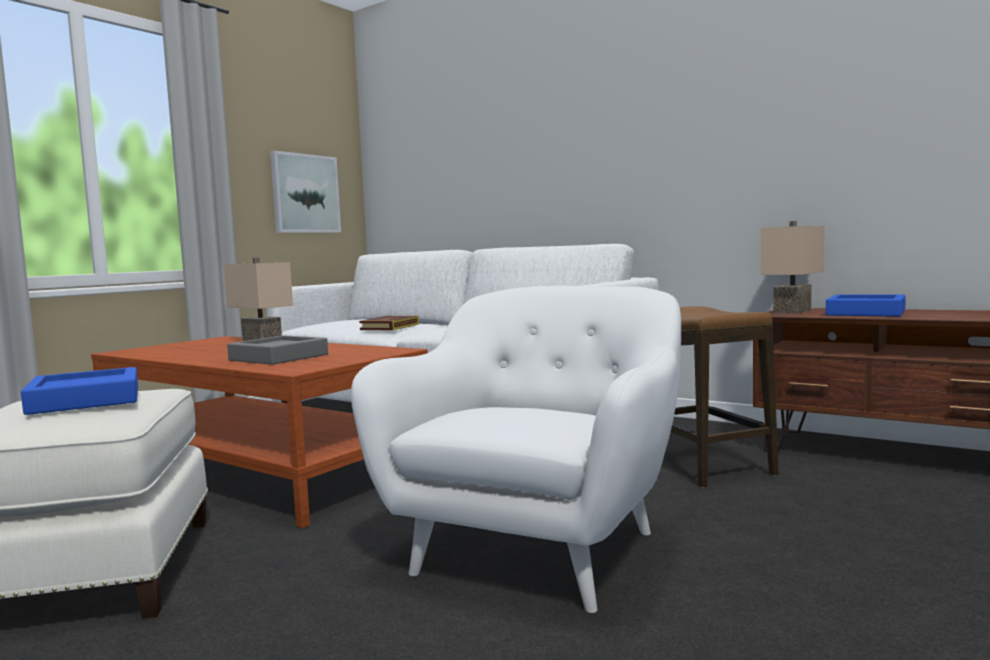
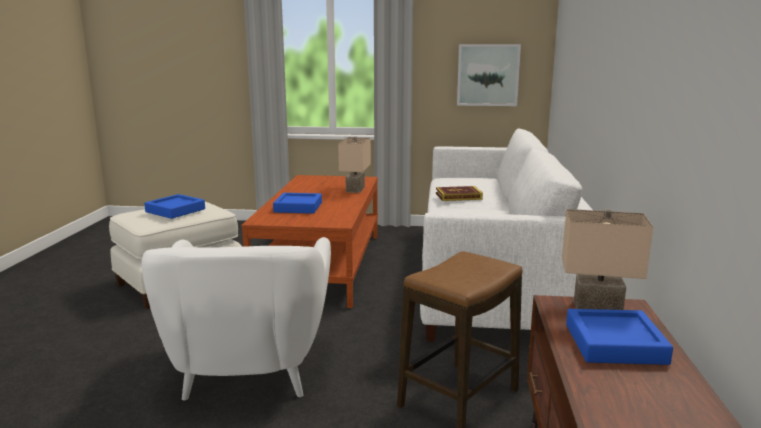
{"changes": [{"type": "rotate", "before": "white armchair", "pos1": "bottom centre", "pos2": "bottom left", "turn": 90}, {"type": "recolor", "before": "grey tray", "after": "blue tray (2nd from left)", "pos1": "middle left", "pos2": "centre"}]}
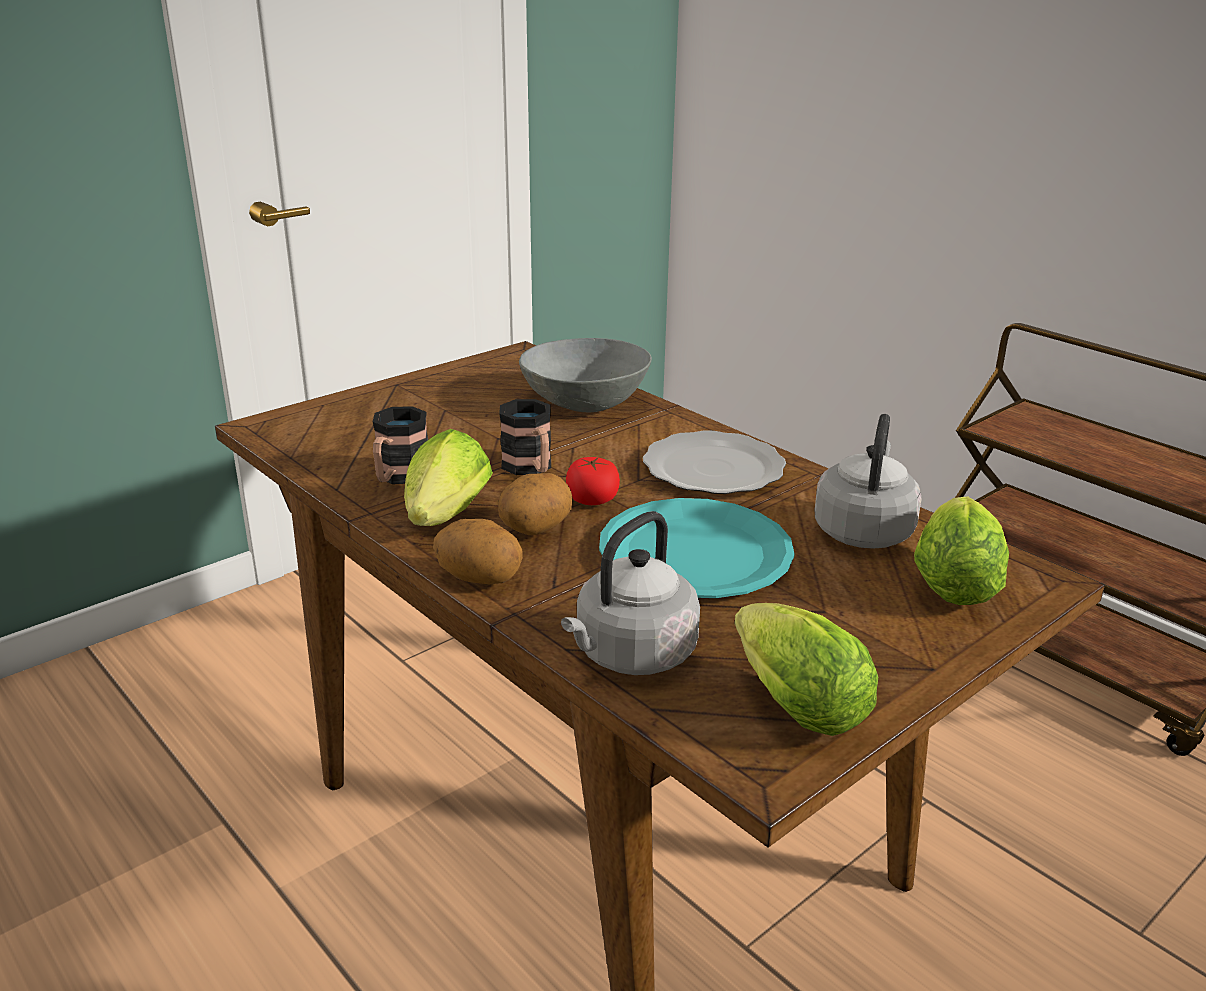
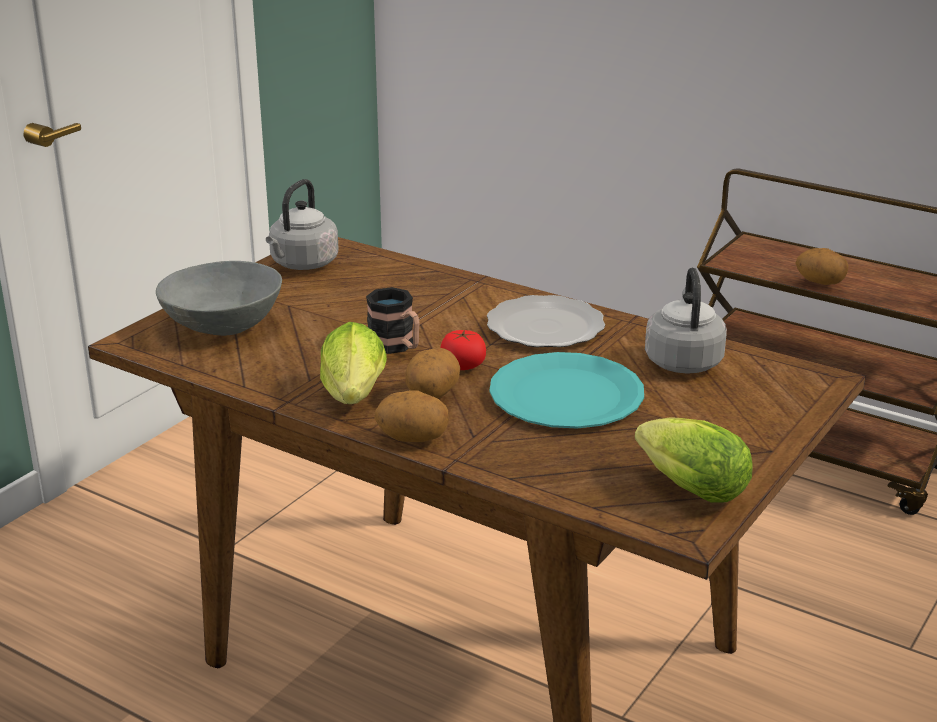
{"changes": [{"type": "move", "before": "grey bowl", "pos1": "centre", "pos2": "middle left"}, {"type": "move", "before": "grey kettle (1st from left)", "pos1": "centre", "pos2": "top left"}, {"type": "insert", "after": "potato (3rd from left)", "pos2": "middle right"}, {"type": "delete", "before": "mug (1st from left)", "pos1": "middle left"}, {"type": "delete", "before": "lettuce (3rd from left)", "pos1": "middle right"}]}
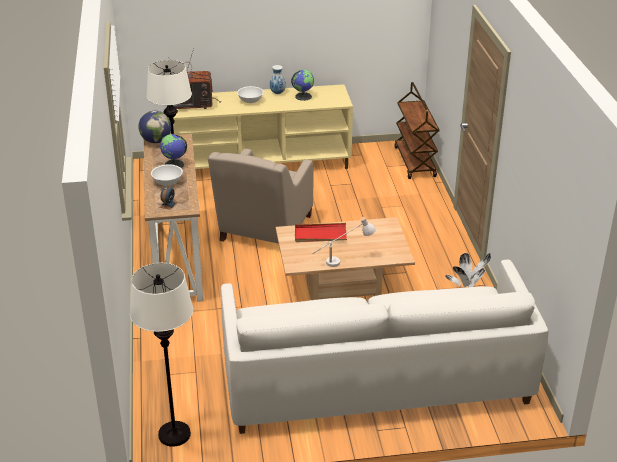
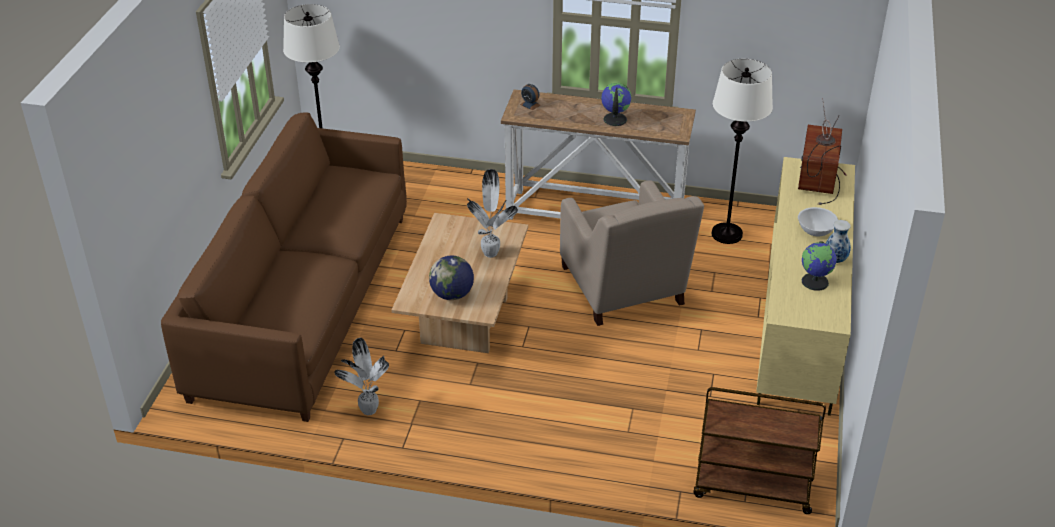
{"changes": [{"type": "recolor", "before": "white sofa", "after": "brown sofa", "pos1": "bottom centre", "pos2": "middle left"}, {"type": "move", "before": "globe (1st from left)", "pos1": "top left", "pos2": "centre"}, {"type": "replace", "before": "red tray", "after": "potted plant (2nd from left)", "pos1": "centre", "pos2": "centre"}, {"type": "rotate", "before": "beige armchair", "pos1": "centre", "pos2": "centre", "turn": -150}, {"type": "delete", "before": "white bowl (1st from left)", "pos1": "middle left"}, {"type": "delete", "before": "white table lamp", "pos1": "centre"}]}
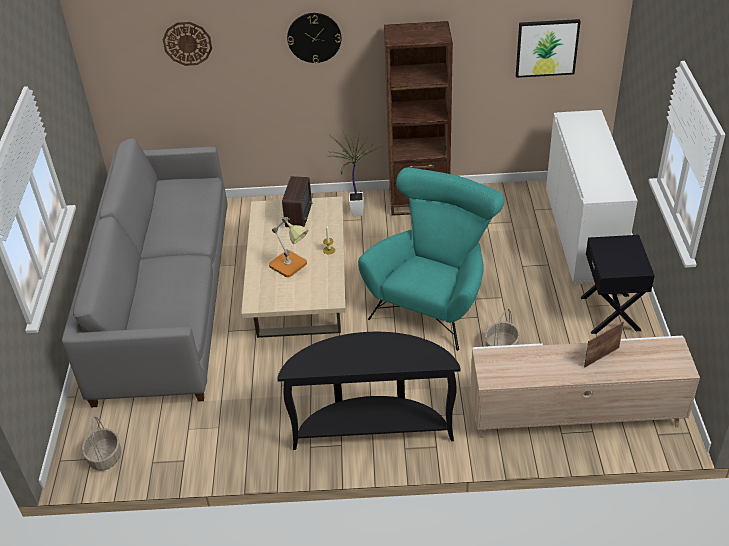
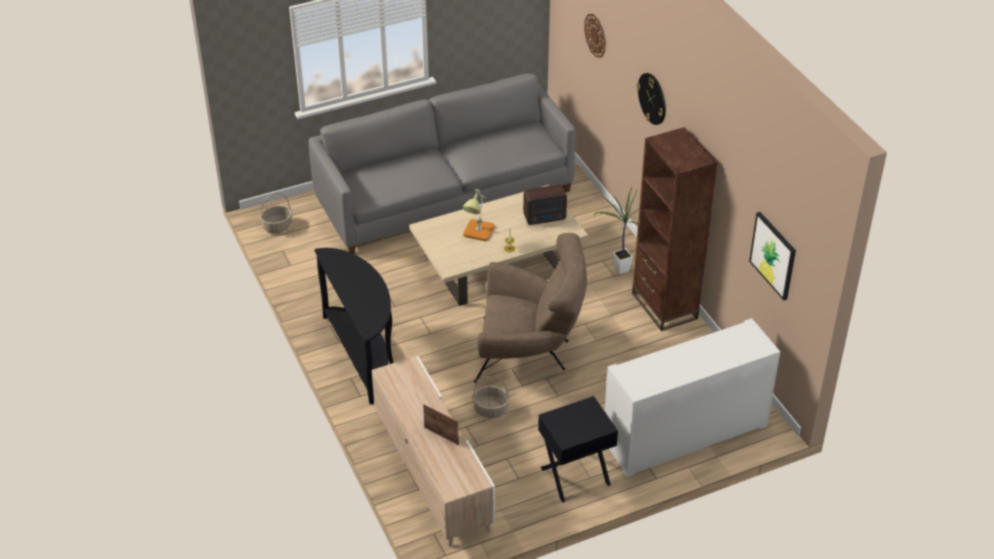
{"changes": [{"type": "recolor", "before": "turquoise armchair", "after": "brown armchair", "pos1": "centre", "pos2": "centre"}]}
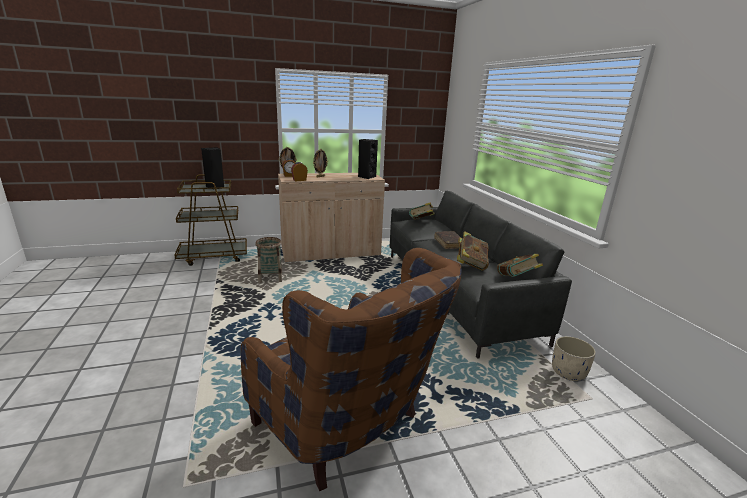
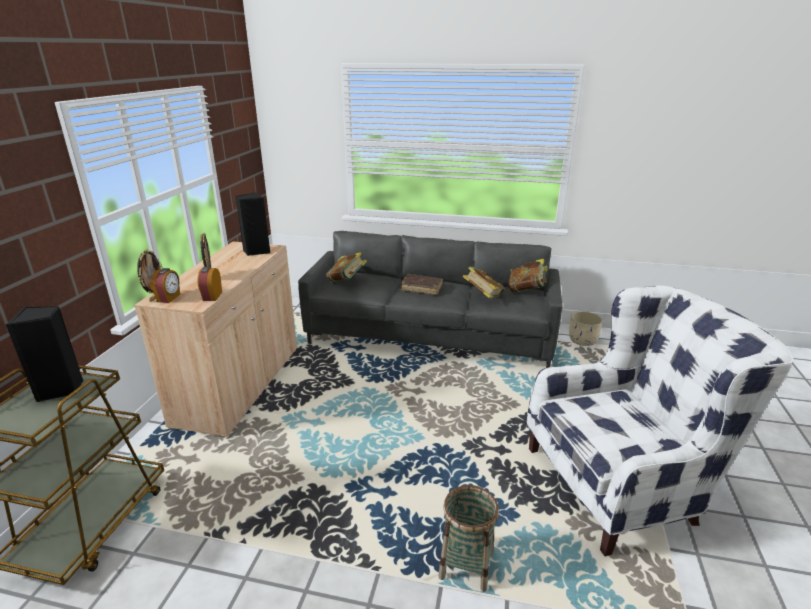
{"changes": [{"type": "move", "before": "basket", "pos1": "centre", "pos2": "bottom centre"}, {"type": "recolor", "before": "brown armchair", "after": "white armchair", "pos1": "bottom centre", "pos2": "bottom right"}]}
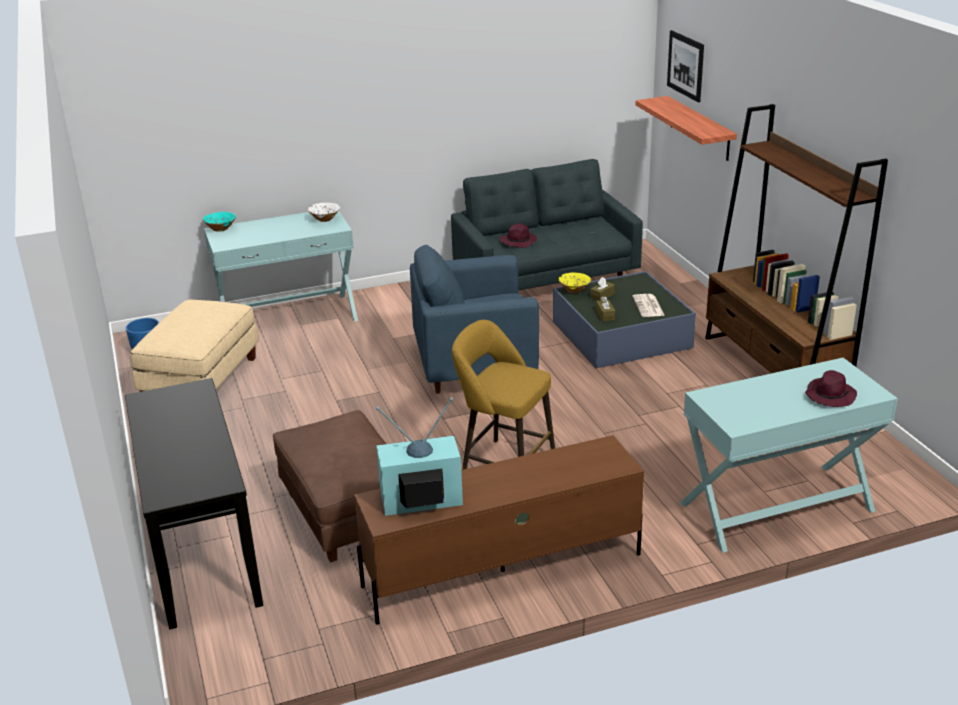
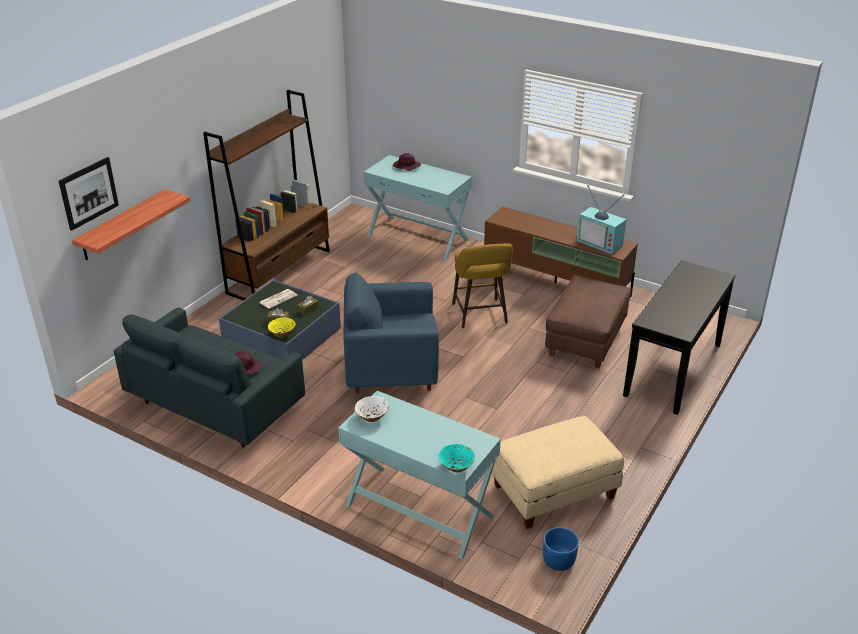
{"changes": [{"type": "rotate", "before": "blue armchair", "pos1": "centre", "pos2": "centre", "turn": 135}]}
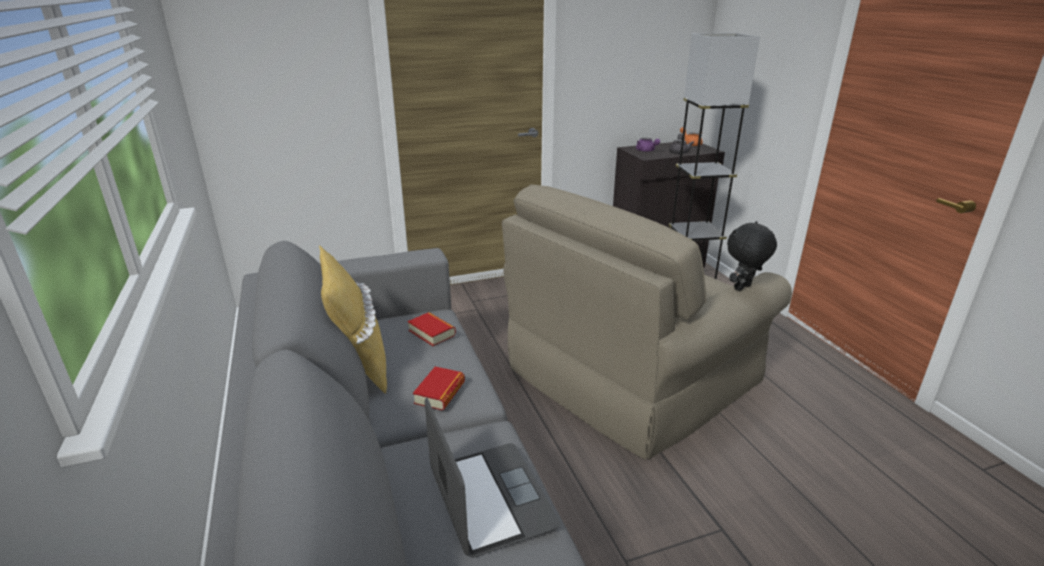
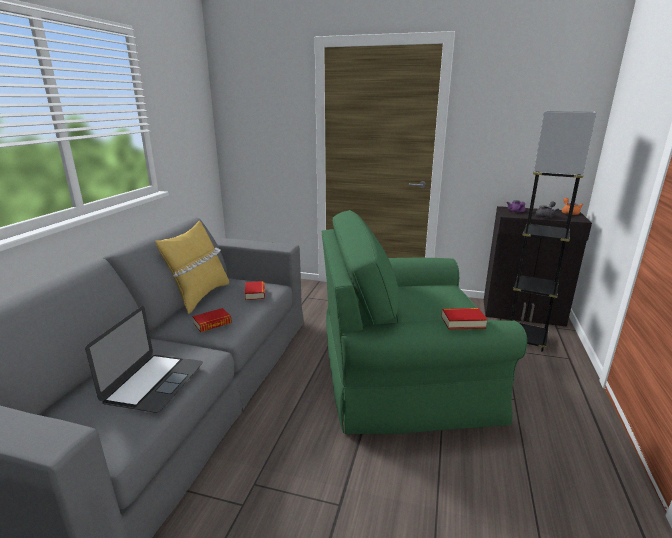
{"changes": [{"type": "recolor", "before": "beige armchair", "after": "green armchair", "pos1": "centre", "pos2": "centre"}, {"type": "replace", "before": "black plush toy", "after": "book (3rd from left)", "pos1": "middle right", "pos2": "middle right"}]}
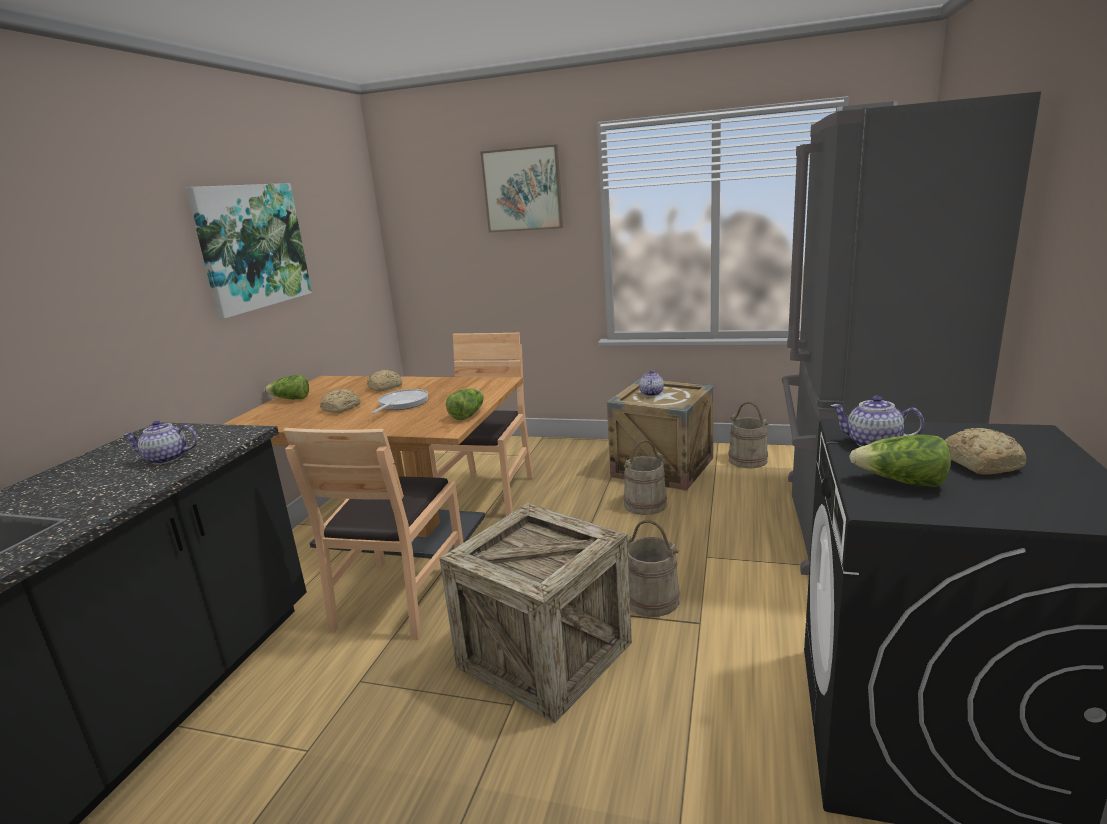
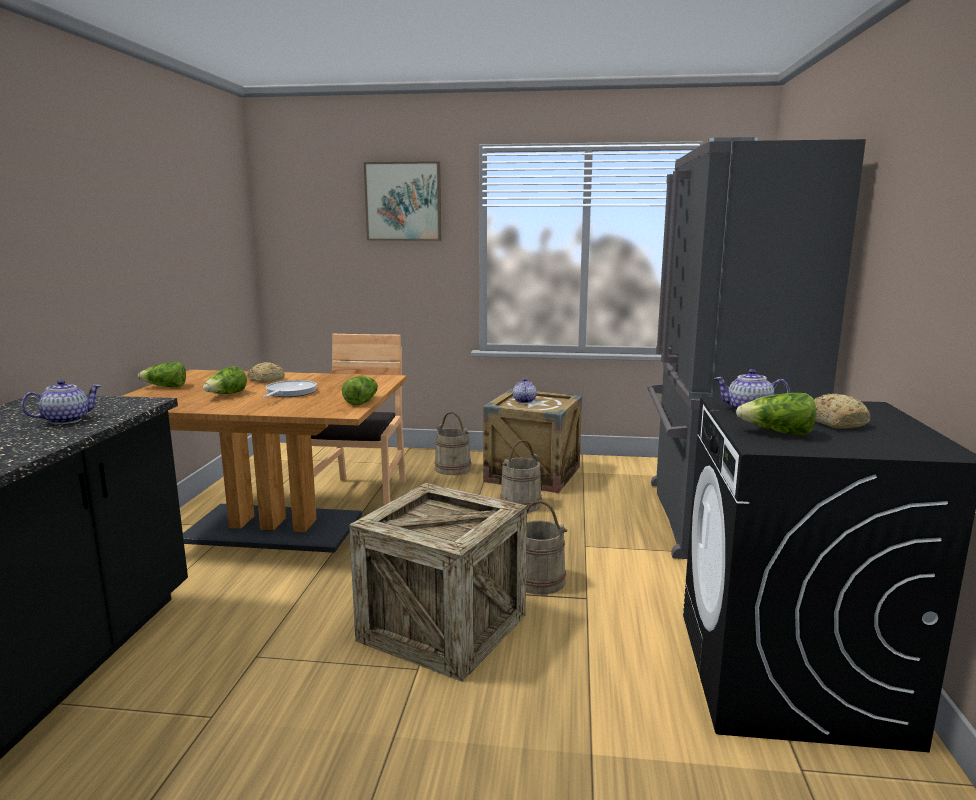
{"changes": [{"type": "rotate", "before": "teapot (1st from left)", "pos1": "middle left", "pos2": "middle left", "turn": 150}, {"type": "replace", "before": "bread (1st from left)", "after": "lettuce (2nd from left)", "pos1": "middle left", "pos2": "middle left"}, {"type": "move", "before": "beige bucket (3rd from left in the first image)", "after": "beige bucket (1st from left)", "pos1": "middle right", "pos2": "centre"}, {"type": "delete", "before": "picture (1st from left)", "pos1": "top left"}, {"type": "delete", "before": "brown chair (1st from left)", "pos1": "centre"}]}
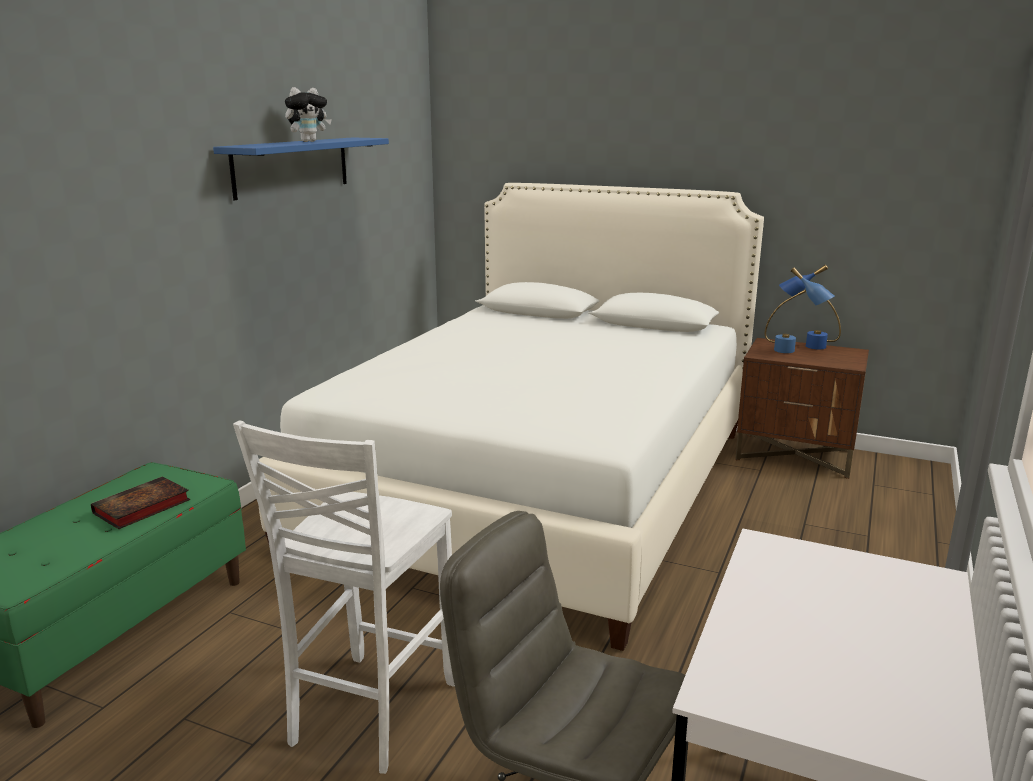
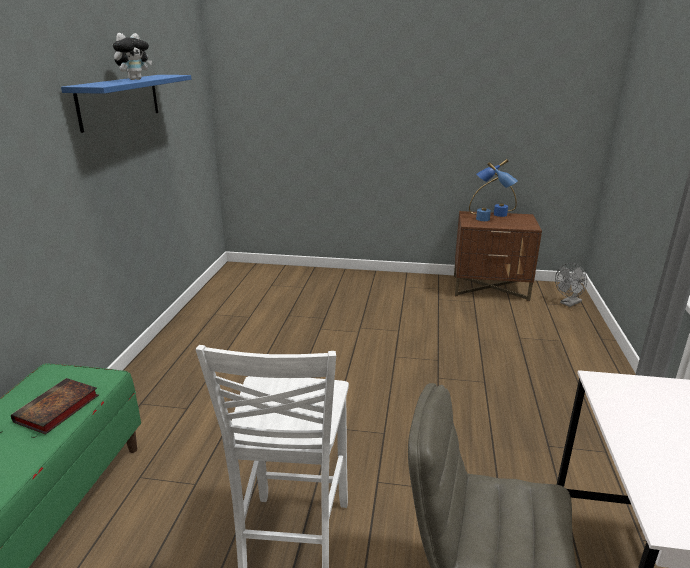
{"changes": [{"type": "insert", "after": "grey fan", "pos2": "middle right"}, {"type": "delete", "before": "white bed", "pos1": "centre"}]}
